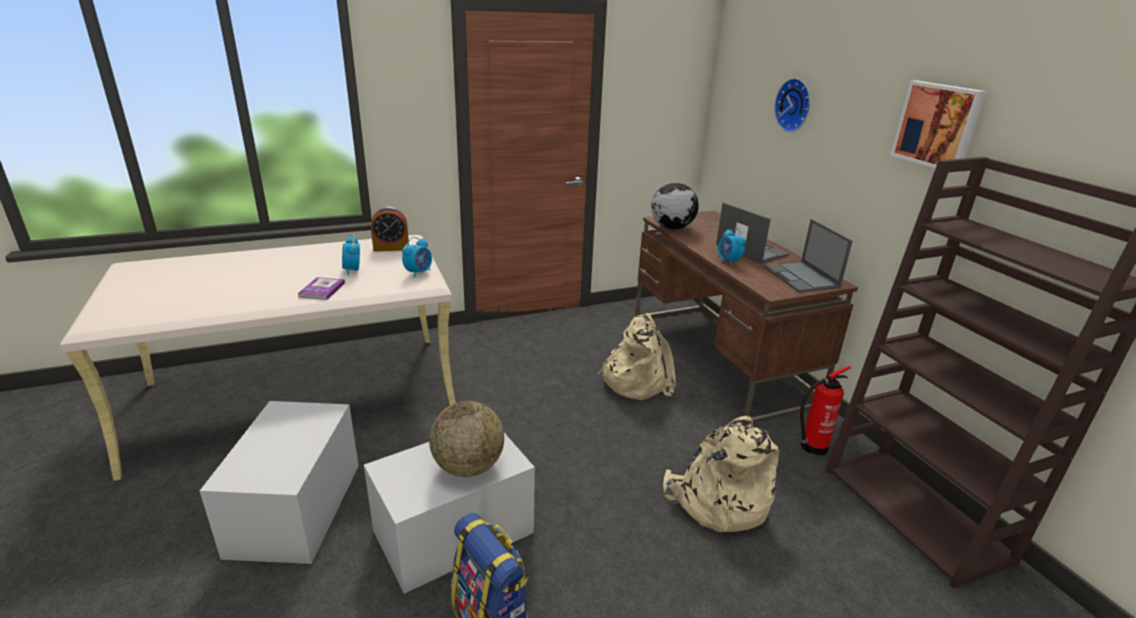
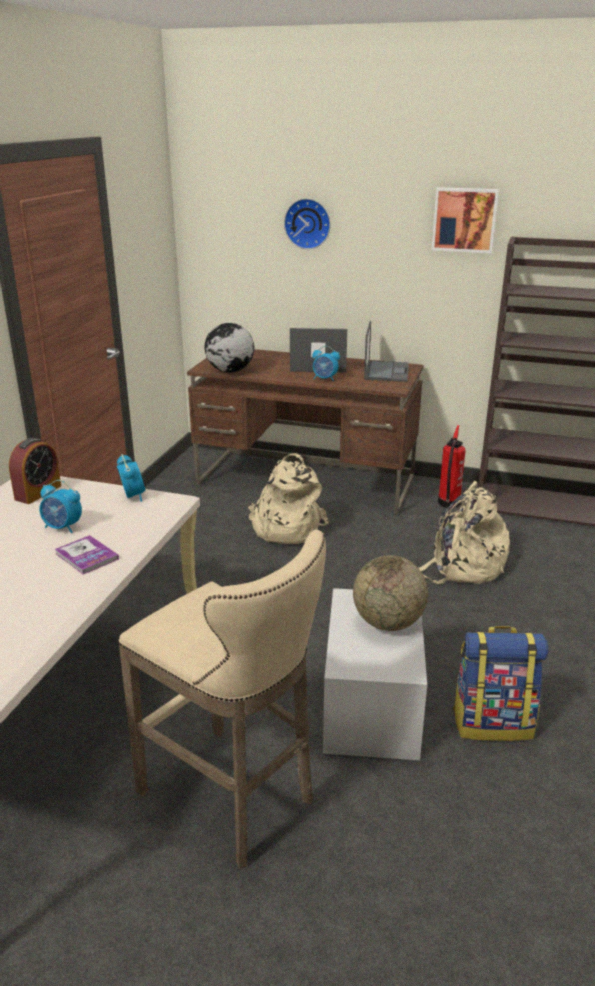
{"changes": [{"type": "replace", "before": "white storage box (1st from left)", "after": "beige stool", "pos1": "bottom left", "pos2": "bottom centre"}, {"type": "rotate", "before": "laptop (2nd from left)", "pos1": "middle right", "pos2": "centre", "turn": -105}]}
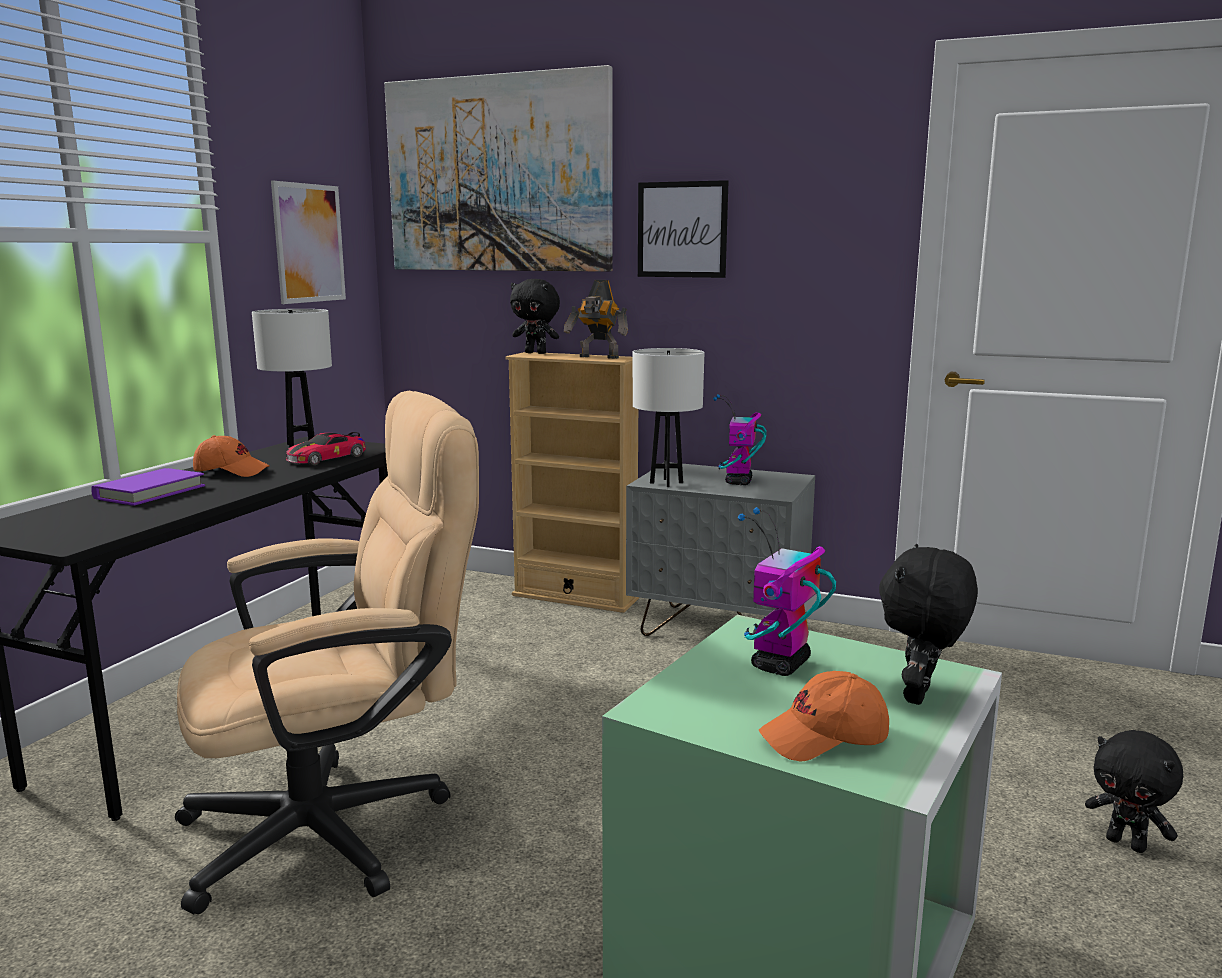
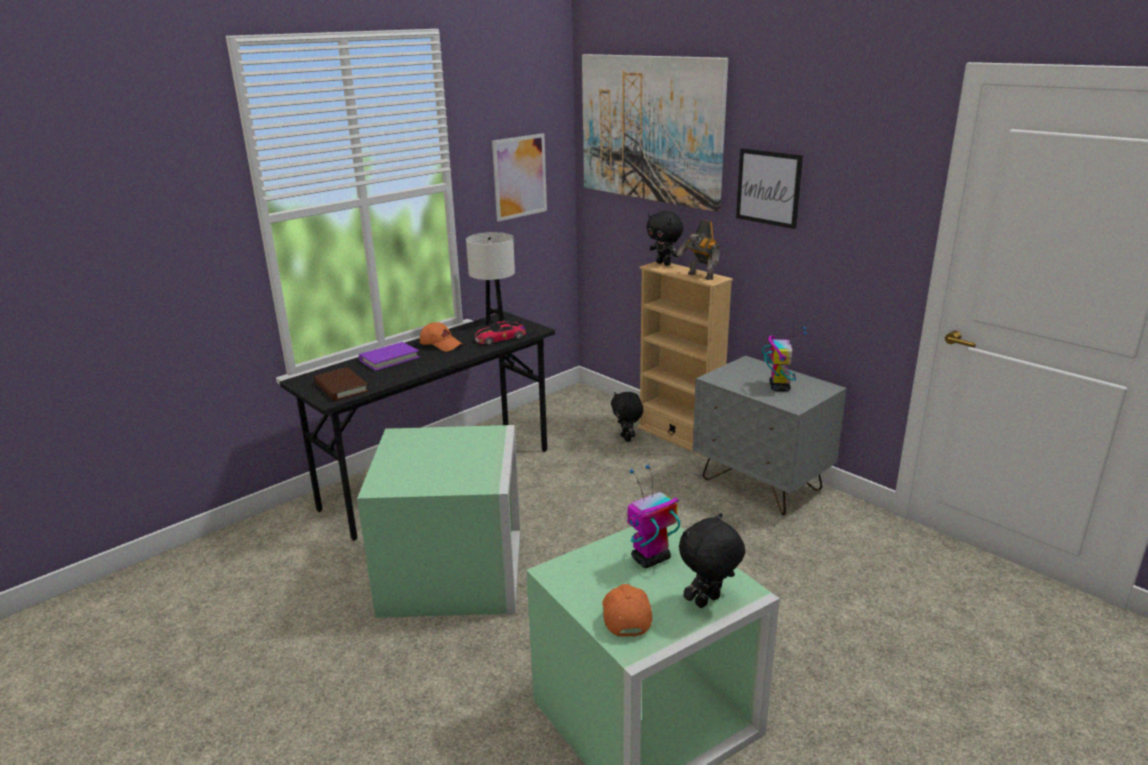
{"changes": [{"type": "insert", "after": "brown book", "pos2": "middle left"}, {"type": "replace", "before": "beige office chair", "after": "green storage box (1st from left)", "pos1": "bottom left", "pos2": "bottom centre"}, {"type": "rotate", "before": "orange cap (2nd from left)", "pos1": "bottom right", "pos2": "bottom centre", "turn": 75}, {"type": "move", "before": "black plush toy (3rd from left in the first image)", "after": "black plush toy (1st from left)", "pos1": "bottom right", "pos2": "centre"}, {"type": "rotate", "before": "toy robot (2nd from left in the first image)", "pos1": "centre", "pos2": "middle right", "turn": 150}, {"type": "delete", "before": "white table lamp (2nd from left)", "pos1": "centre"}]}
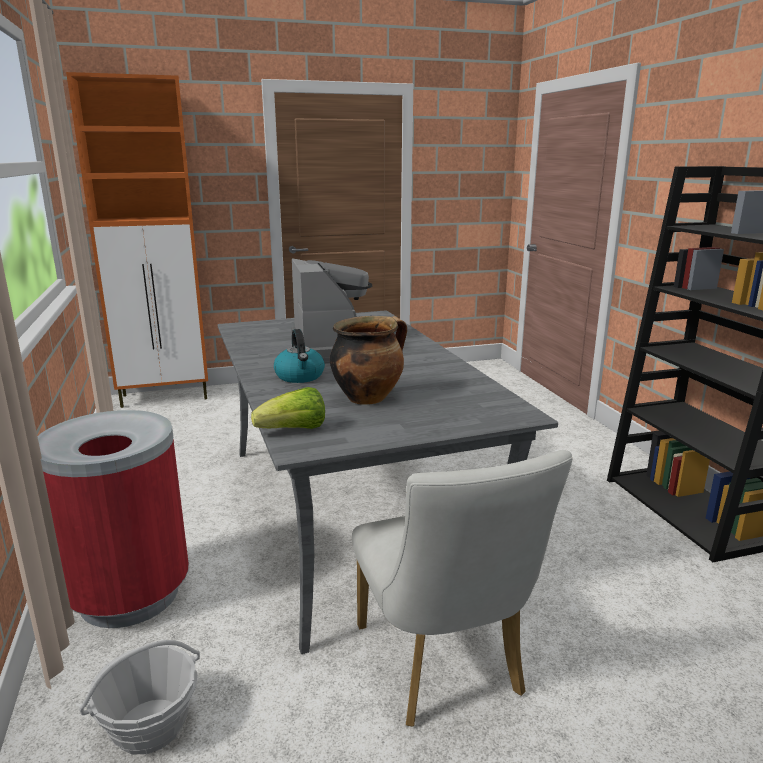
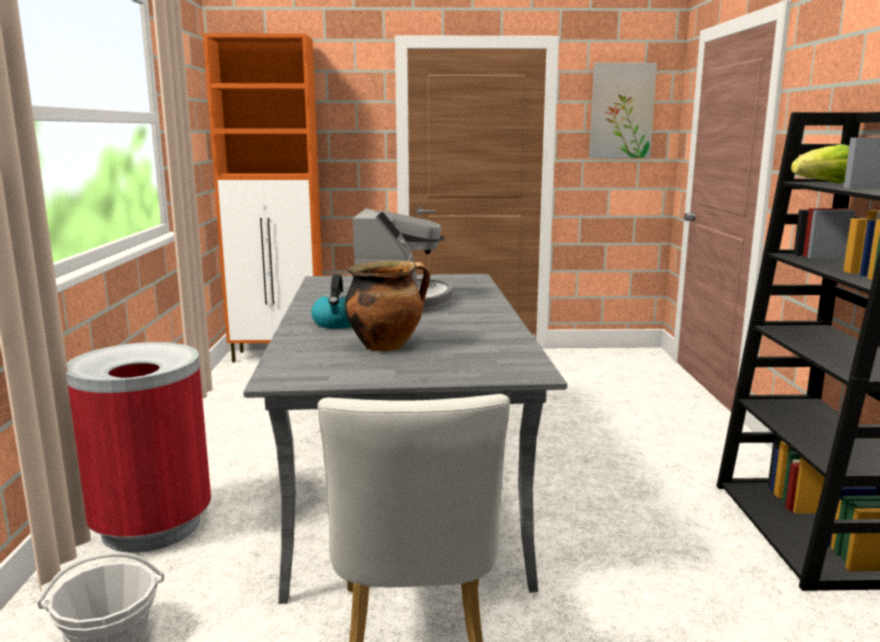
{"changes": [{"type": "insert", "after": "picture", "pos2": "top right"}, {"type": "move", "before": "lettuce", "pos1": "centre", "pos2": "top right"}]}
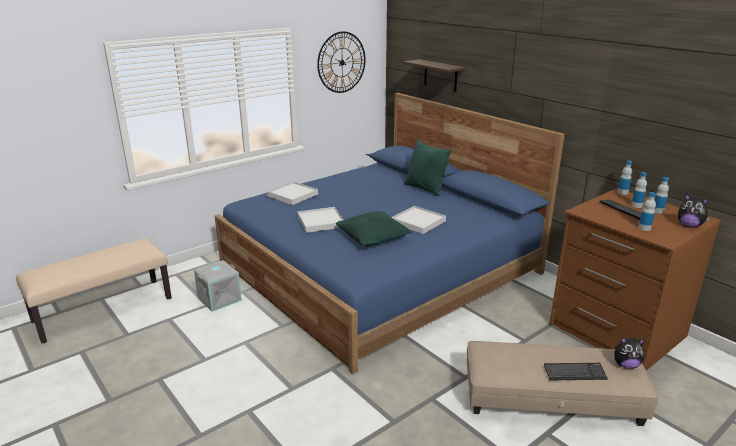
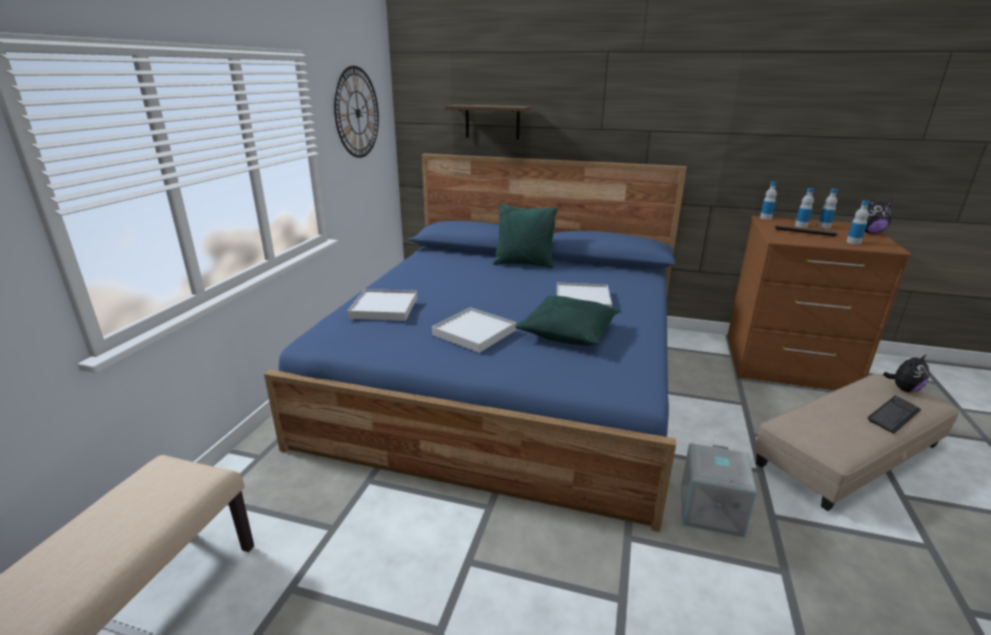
{"changes": [{"type": "move", "before": "grey storage box", "pos1": "middle left", "pos2": "bottom right"}]}
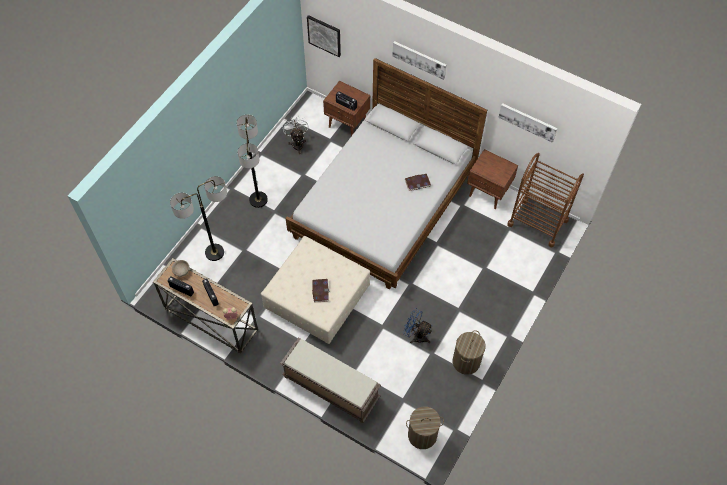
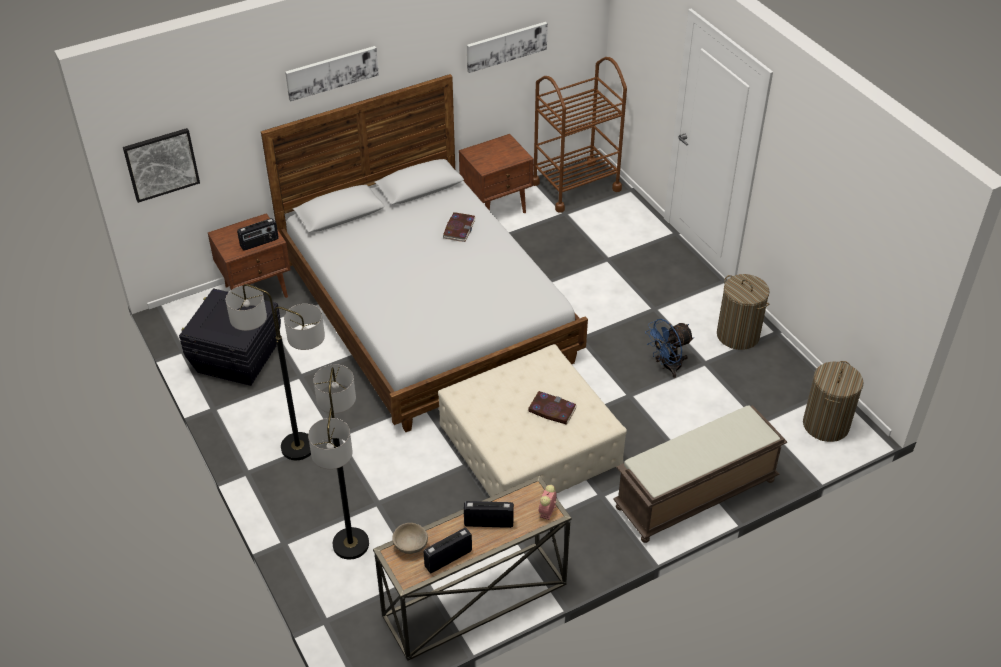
{"changes": [{"type": "replace", "before": "white fan", "after": "black storage box", "pos1": "top centre", "pos2": "middle left"}]}
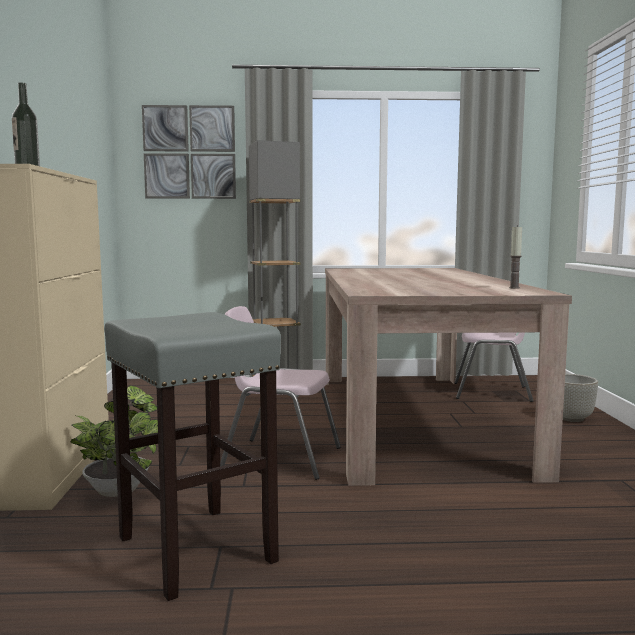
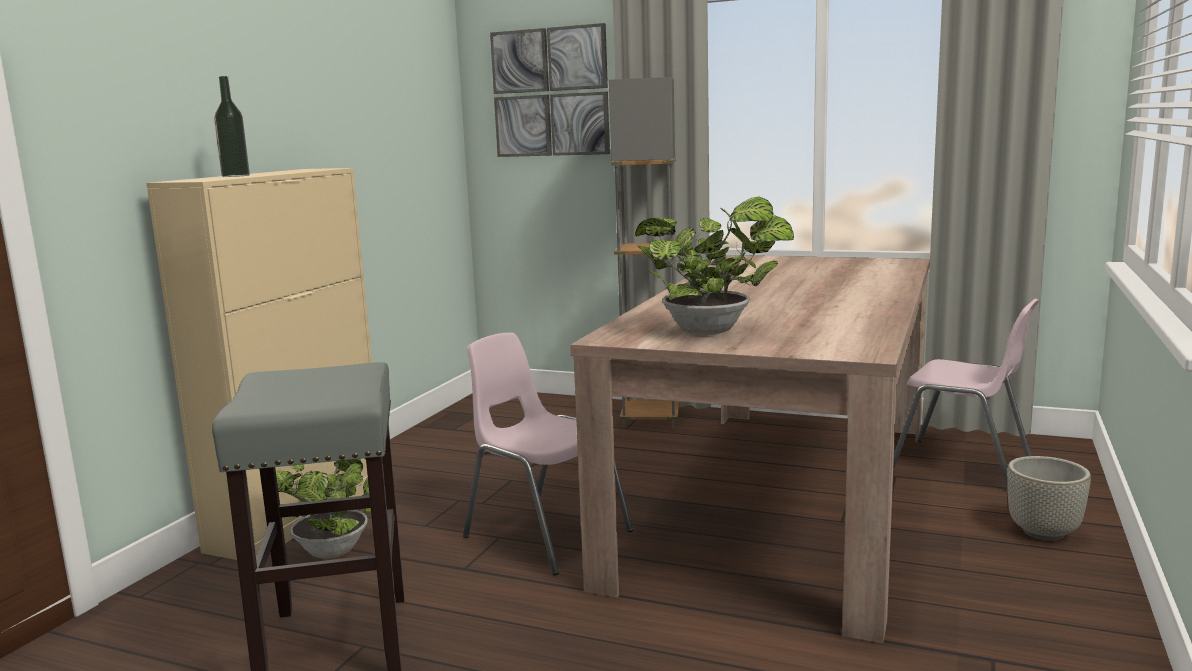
{"changes": [{"type": "insert", "after": "potted plant (2nd from left)", "pos2": "centre"}, {"type": "delete", "before": "candle", "pos1": "middle right"}]}
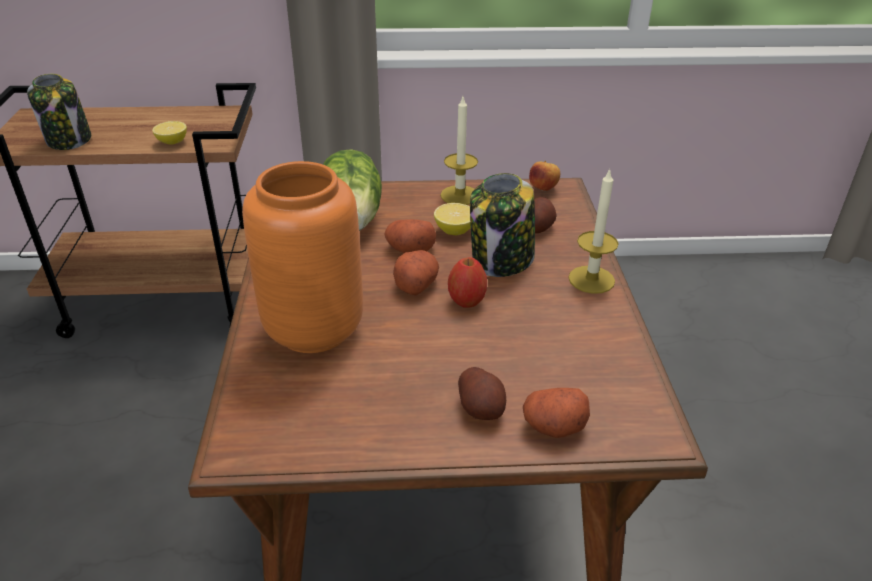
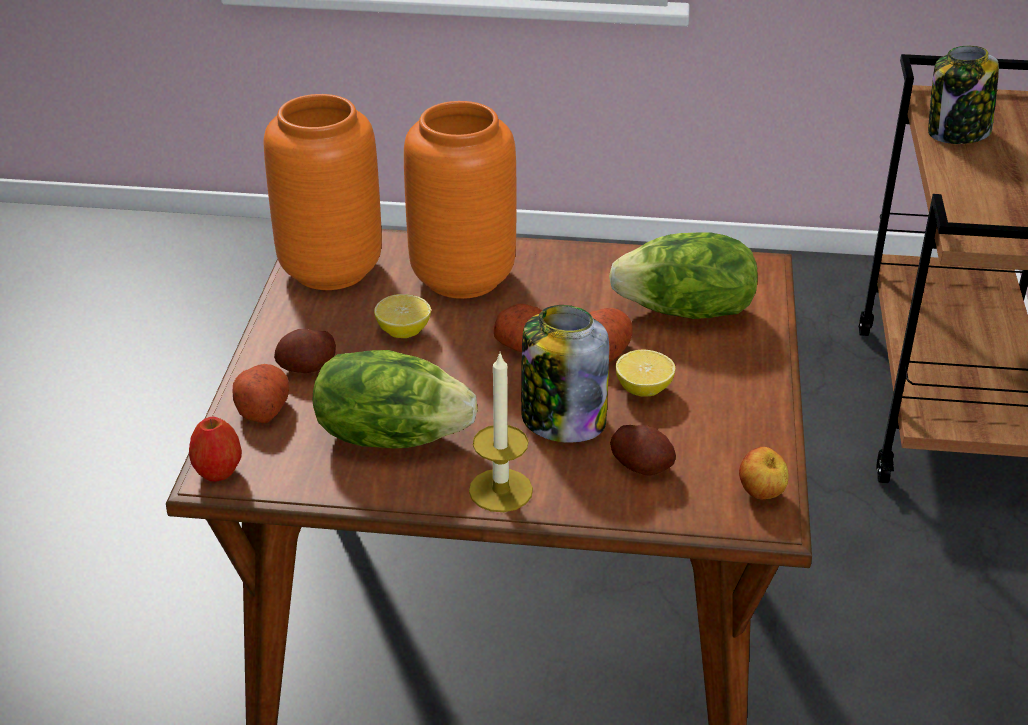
{"changes": [{"type": "move", "before": "apple (1st from left)", "pos1": "centre", "pos2": "middle left"}, {"type": "insert", "after": "orange vase (1st from left)", "pos2": "top left"}, {"type": "insert", "after": "lettuce (1st from left)", "pos2": "centre"}, {"type": "move", "before": "lemon (1st from left)", "pos1": "top left", "pos2": "centre"}, {"type": "delete", "before": "candle (1st from left)", "pos1": "top centre"}]}
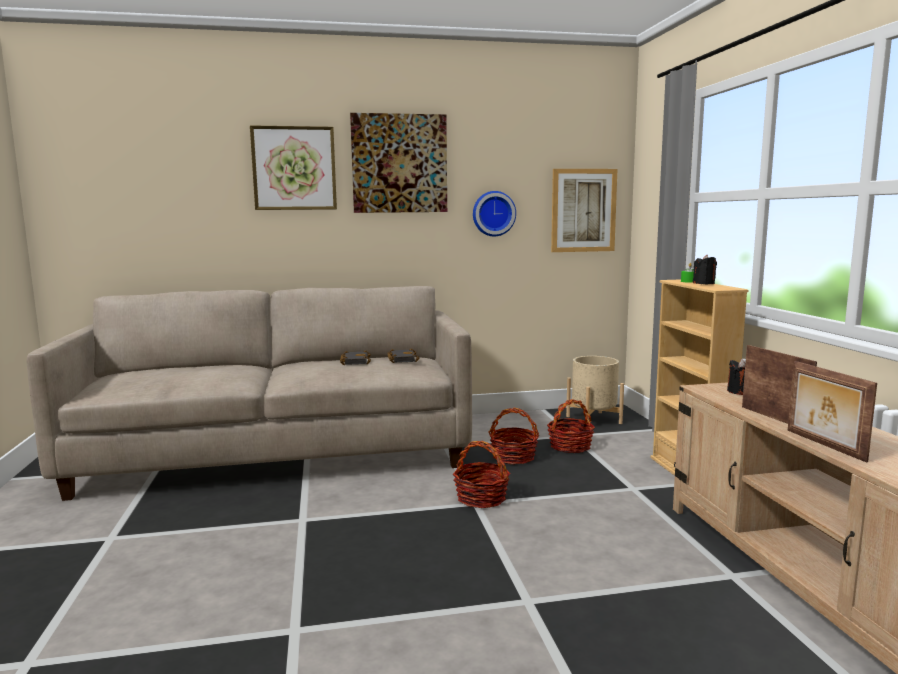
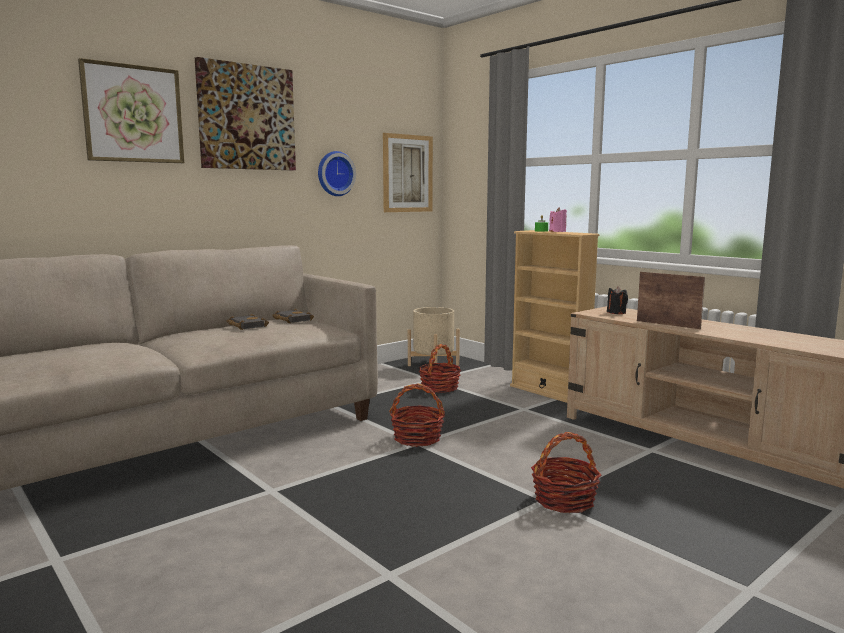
{"changes": [{"type": "move", "before": "basket (2nd from left in the first image)", "after": "basket (3rd from left)", "pos1": "centre", "pos2": "bottom right"}, {"type": "recolor", "before": "black candle (1st from left)", "after": "pink candle", "pos1": "middle right", "pos2": "centre"}, {"type": "delete", "before": "picture frame (2nd from left)", "pos1": "middle right"}]}
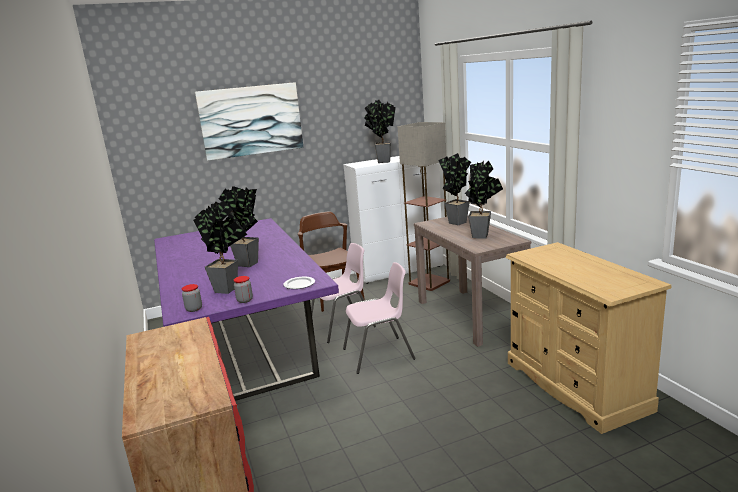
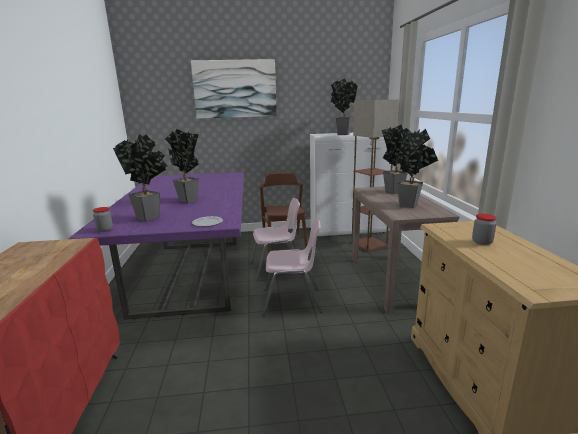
{"changes": [{"type": "move", "before": "jar (2nd from left)", "pos1": "middle left", "pos2": "middle right"}]}
